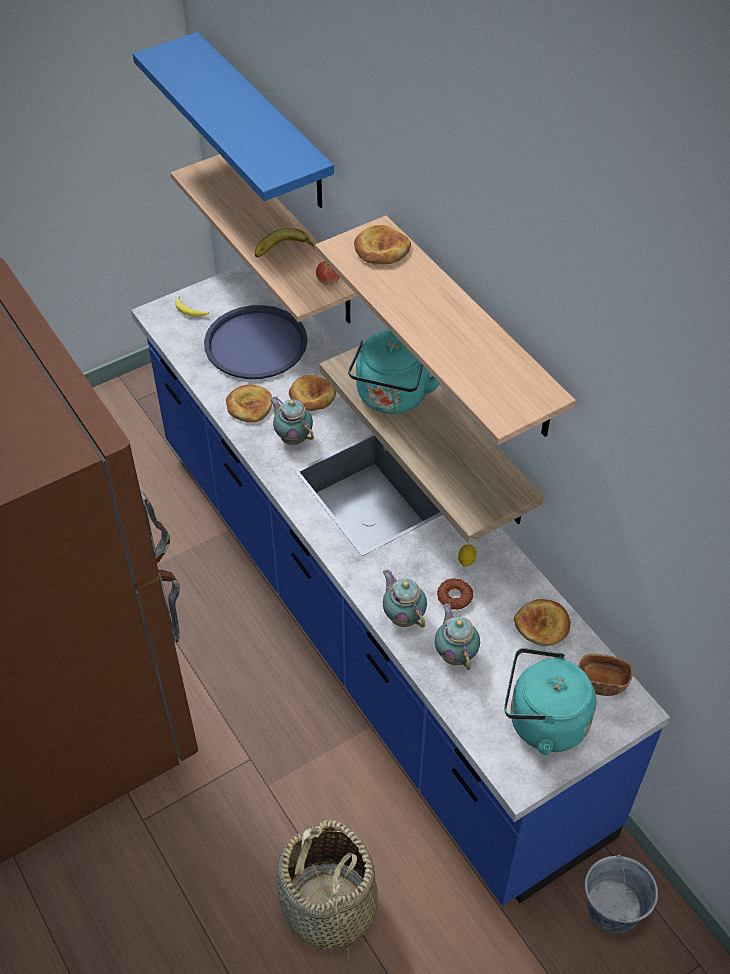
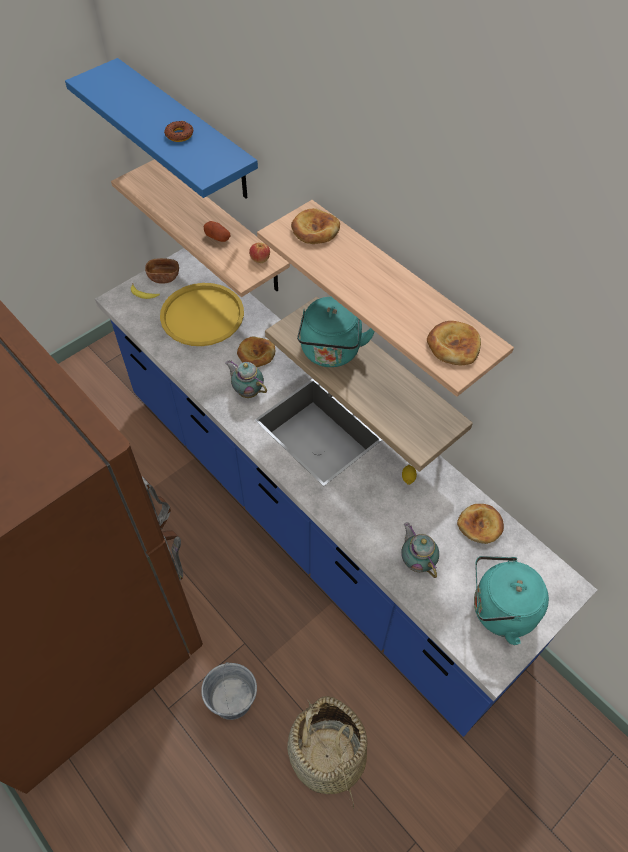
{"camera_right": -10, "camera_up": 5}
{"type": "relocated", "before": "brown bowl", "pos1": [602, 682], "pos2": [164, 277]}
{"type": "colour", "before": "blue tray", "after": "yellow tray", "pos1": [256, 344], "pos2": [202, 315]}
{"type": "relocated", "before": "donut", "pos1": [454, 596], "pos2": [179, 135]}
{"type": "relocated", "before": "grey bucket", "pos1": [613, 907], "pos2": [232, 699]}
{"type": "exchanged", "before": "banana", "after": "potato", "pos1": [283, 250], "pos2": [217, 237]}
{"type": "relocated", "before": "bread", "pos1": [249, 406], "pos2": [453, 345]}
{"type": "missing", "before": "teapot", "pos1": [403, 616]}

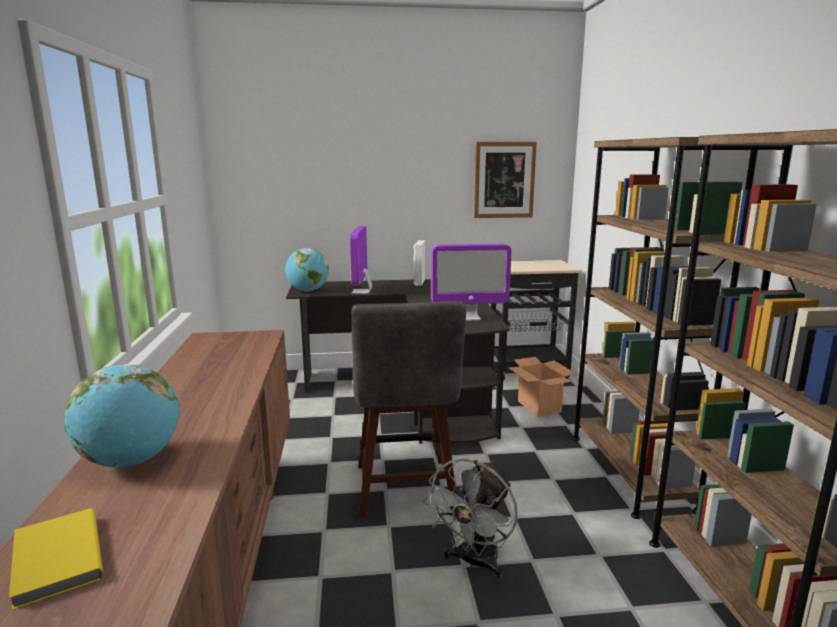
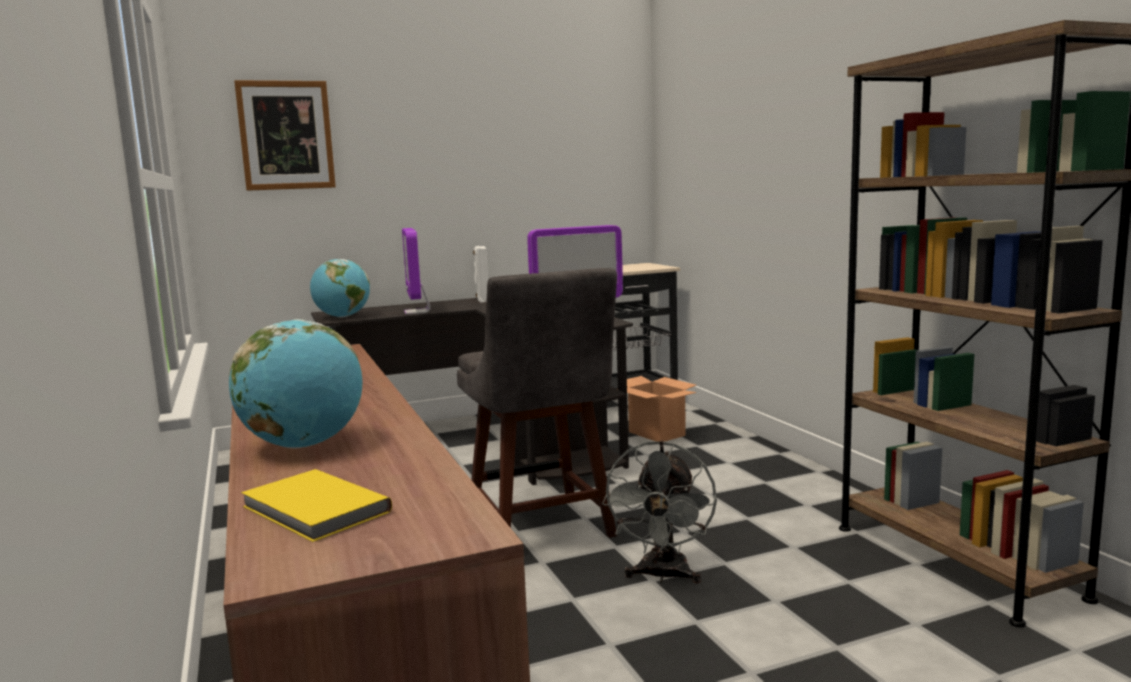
{"camera_right": -15, "camera_up": -5}
{"type": "relocated", "before": "picture", "pos1": [504, 180], "pos2": [286, 135]}
{"type": "missing", "before": "brown bookcase", "pos1": [630, 471]}

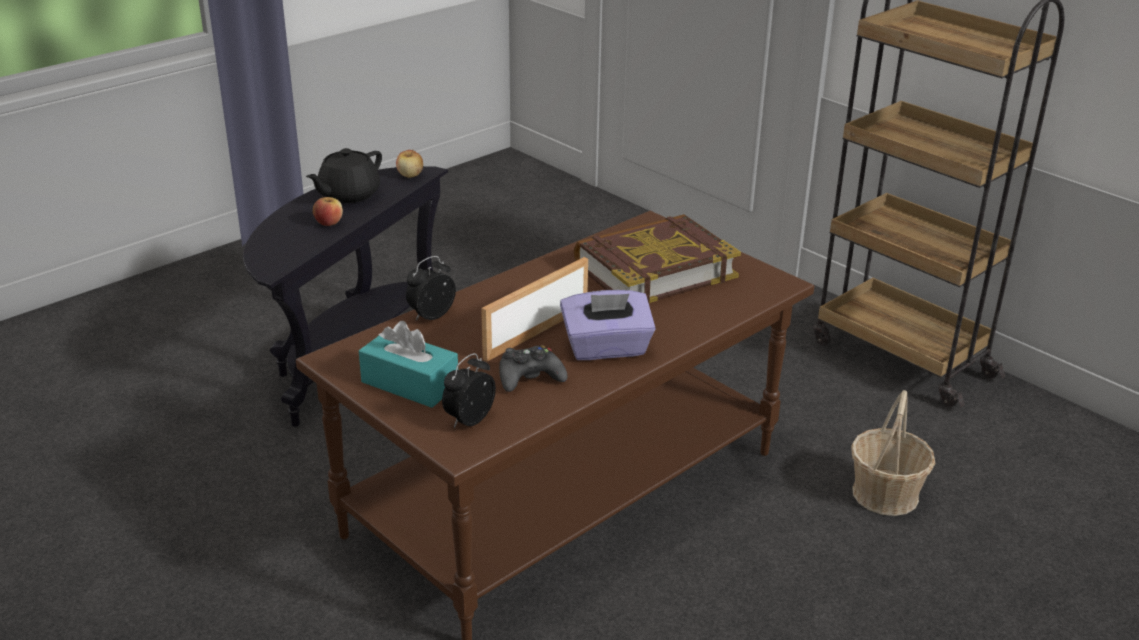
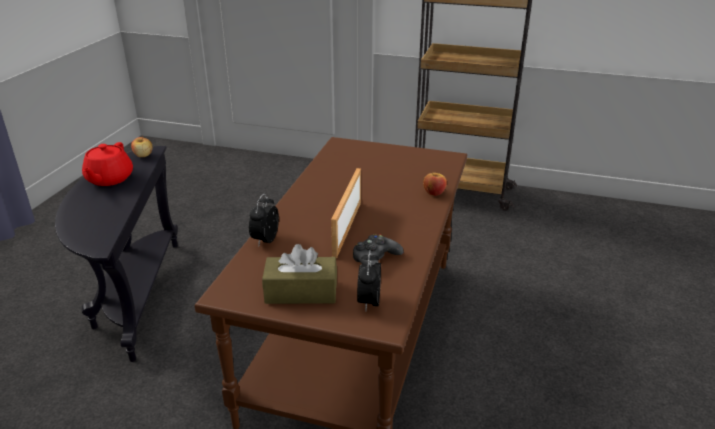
{"camera_right": -30, "camera_up": 0}
{"type": "colour", "before": "black teapot", "after": "red teapot", "pos1": [348, 195], "pos2": [109, 179]}
{"type": "colour", "before": "turquoise tissue box", "after": "brown tissue box", "pos1": [410, 384], "pos2": [301, 292]}
{"type": "relocated", "before": "apple", "pos1": [329, 223], "pos2": [434, 193]}
{"type": "missing", "before": "purple tissue box", "pos1": [606, 348]}
{"type": "missing", "before": "book", "pos1": [654, 270]}
{"type": "missing", "before": "basket", "pos1": [885, 494]}

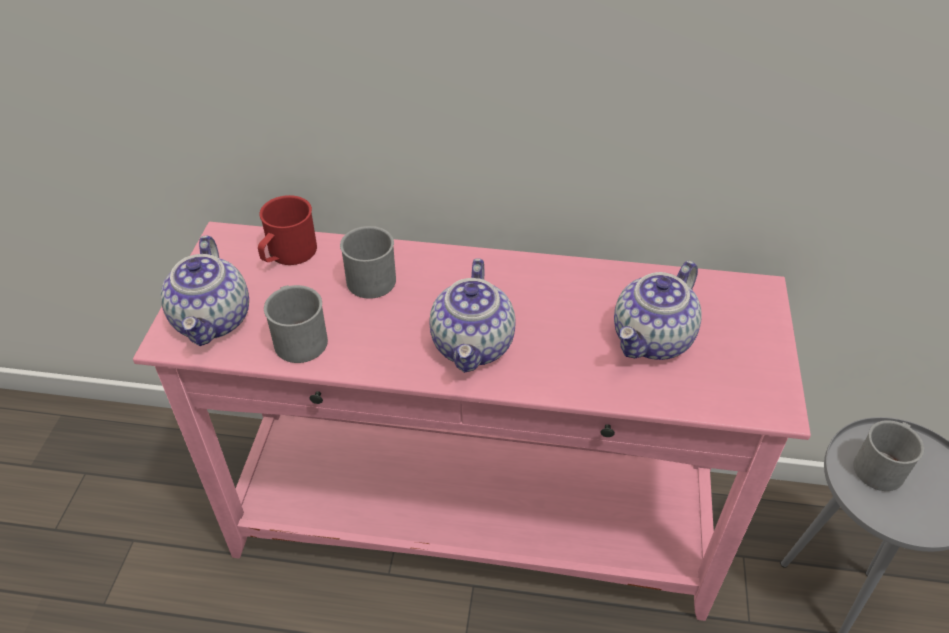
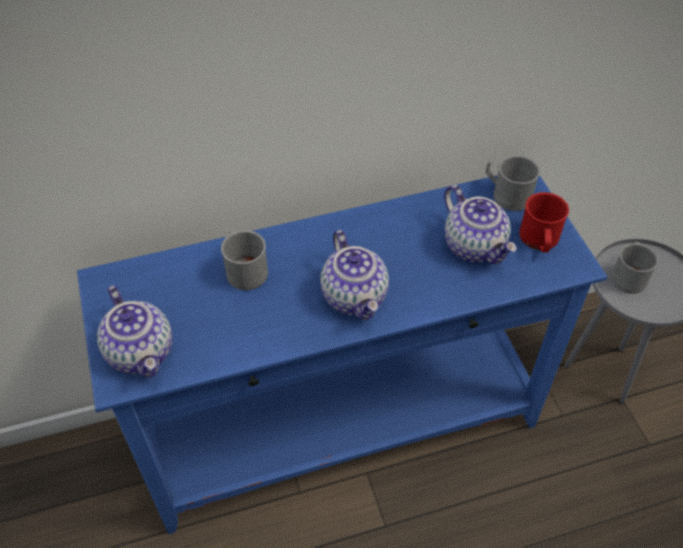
{"camera_right": -25, "camera_up": 5}
{"type": "colour", "before": "pink console table", "after": "blue console table", "pos1": [475, 519], "pos2": [342, 423]}
{"type": "spun", "before": "teapot", "pos1": [652, 340], "pos2": [475, 246], "turn": -45}
{"type": "relocated", "before": "grey mug", "pos1": [298, 337], "pos2": [506, 194]}
{"type": "relocated", "before": "red mug", "pos1": [287, 254], "pos2": [539, 241]}

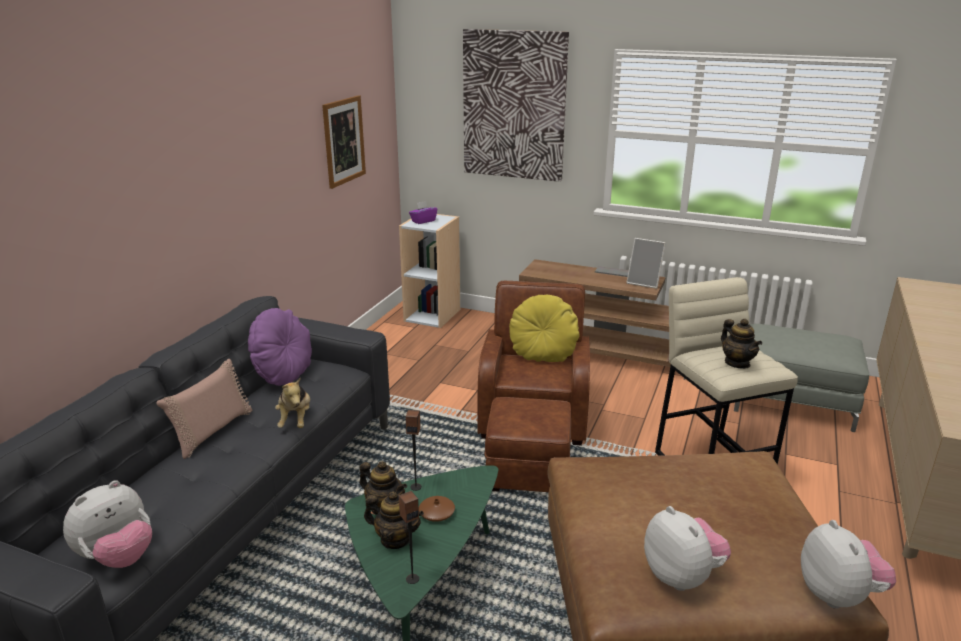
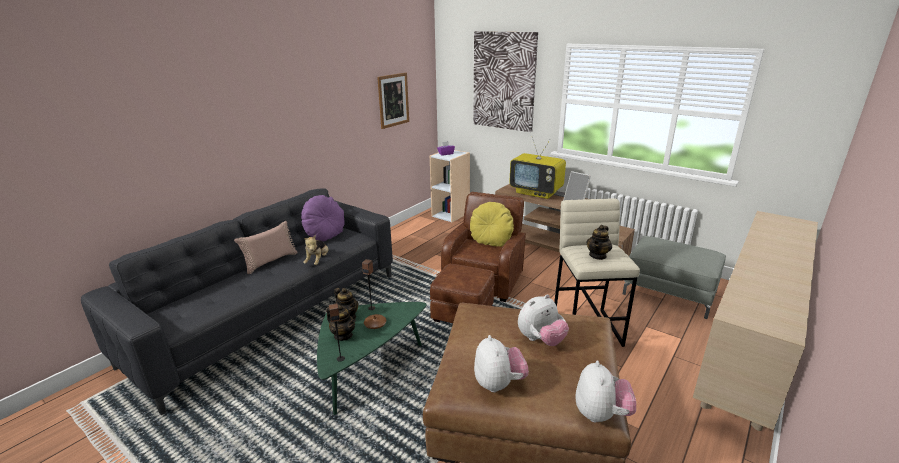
{"camera_right": 15, "camera_up": 0}
{"type": "appeared", "after": "television", "pos2": [536, 192]}
{"type": "relocated", "before": "plush toy", "pos1": [118, 557], "pos2": [541, 340]}
{"type": "spun", "before": "teapot", "pos1": [737, 363], "pos2": [598, 255], "turn": 45}

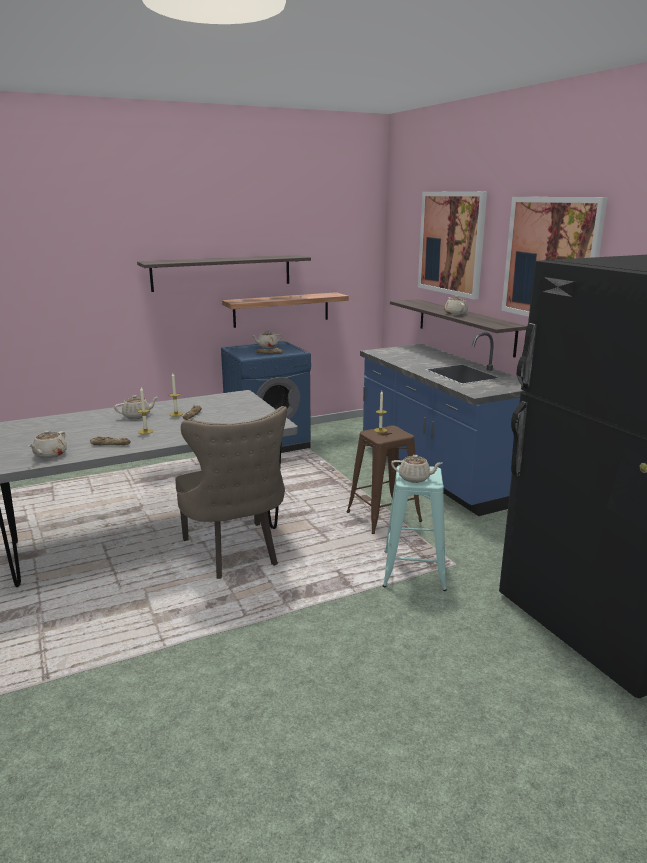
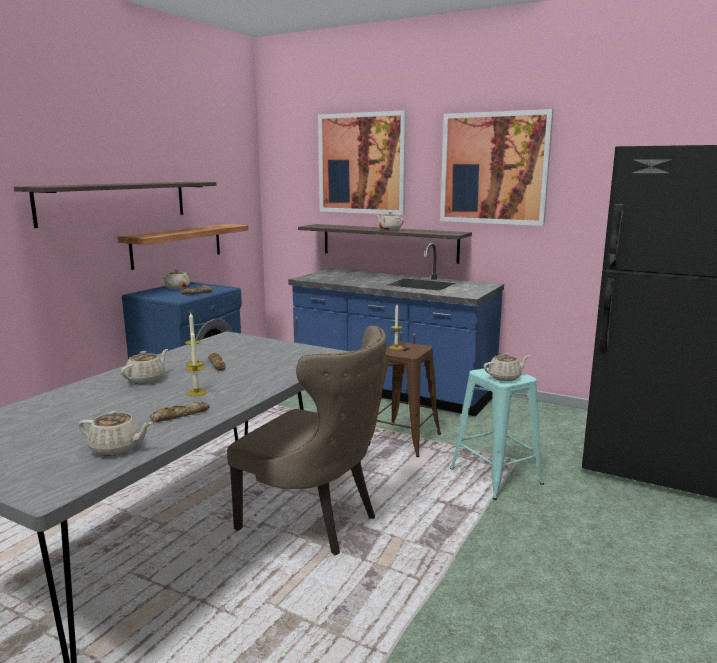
{"camera_right": -35, "camera_up": -5}
{"type": "spun", "before": "beige teapot", "pos1": [50, 455], "pos2": [117, 448], "turn": -60}

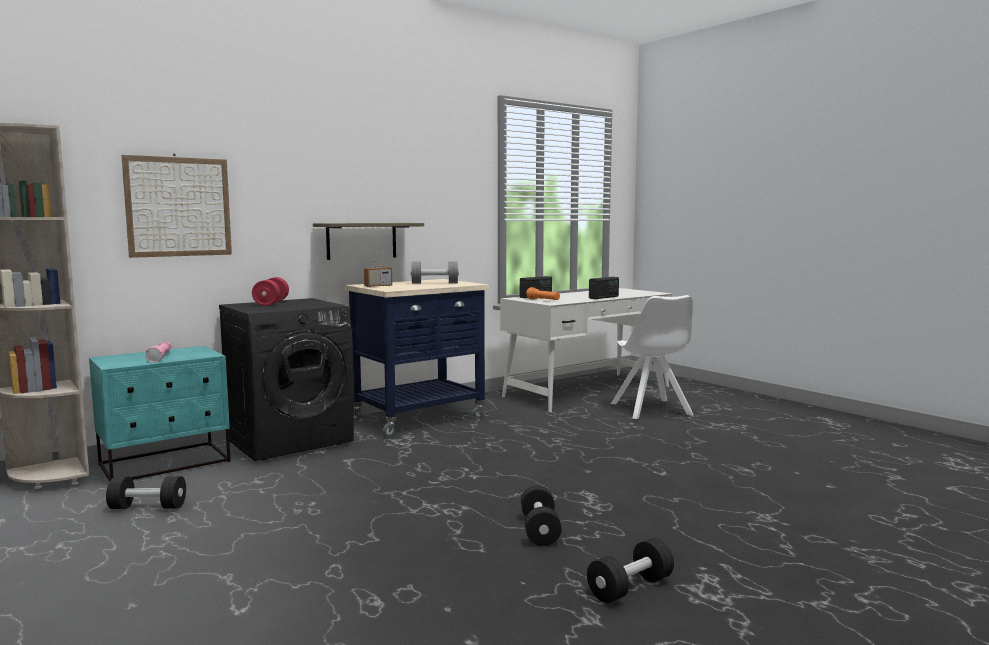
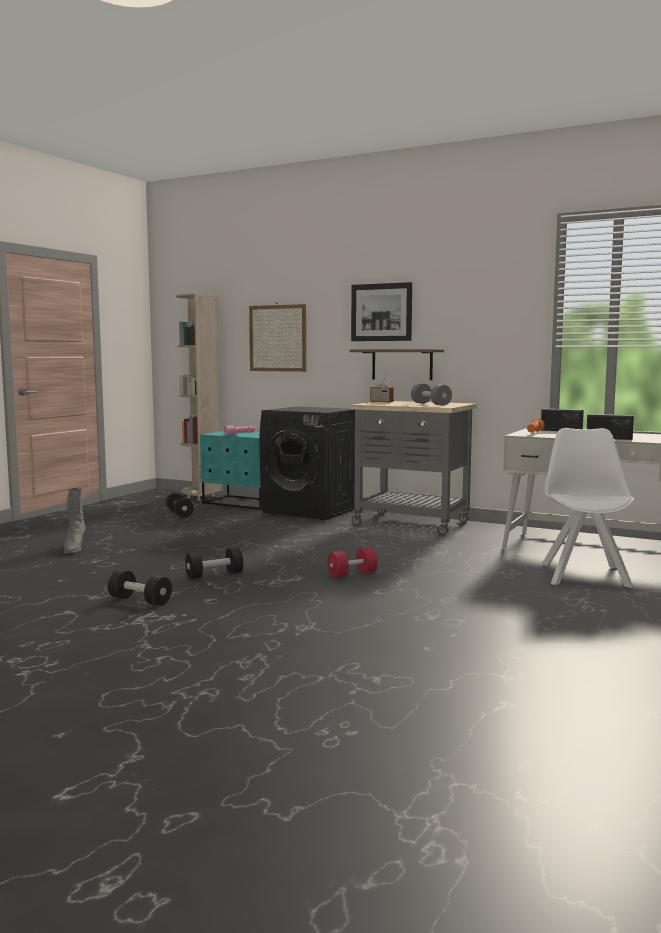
{"camera_right": 65, "camera_up": 0}
{"type": "appeared", "after": "grey boot", "pos2": [74, 548]}
{"type": "relocated", "before": "red dumbbell", "pos1": [271, 303], "pos2": [352, 574]}
{"type": "appeared", "after": "picture", "pos2": [381, 312]}
{"type": "colour", "before": "blue cart", "after": "grey cart", "pos1": [418, 418], "pos2": [412, 523]}
{"type": "spun", "before": "white chair", "pos1": [651, 410], "pos2": [585, 575], "turn": 135}

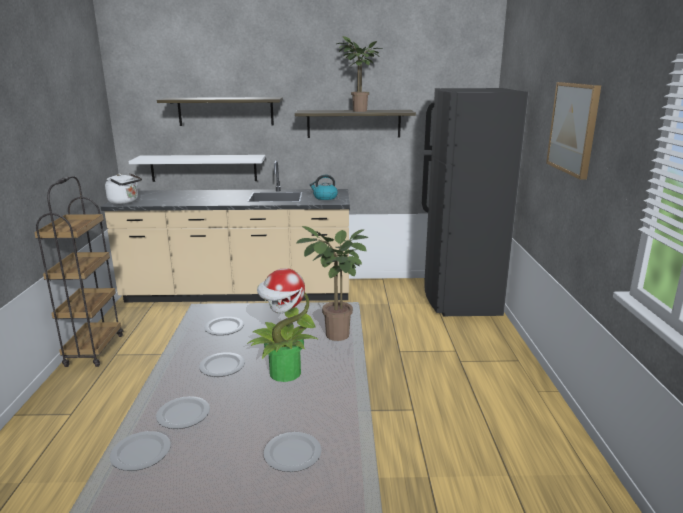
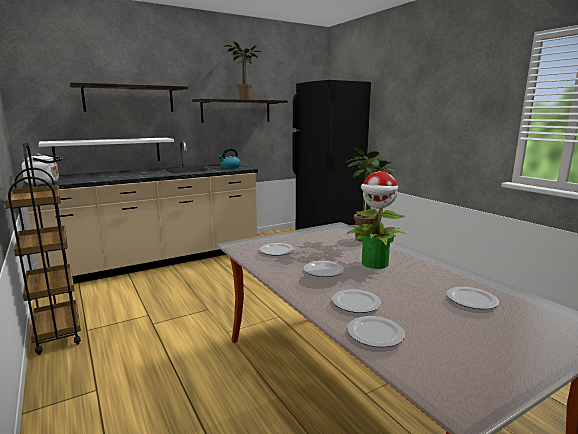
{"camera_right": -30, "camera_up": -5}
{"type": "missing", "before": "picture", "pos1": [574, 128]}

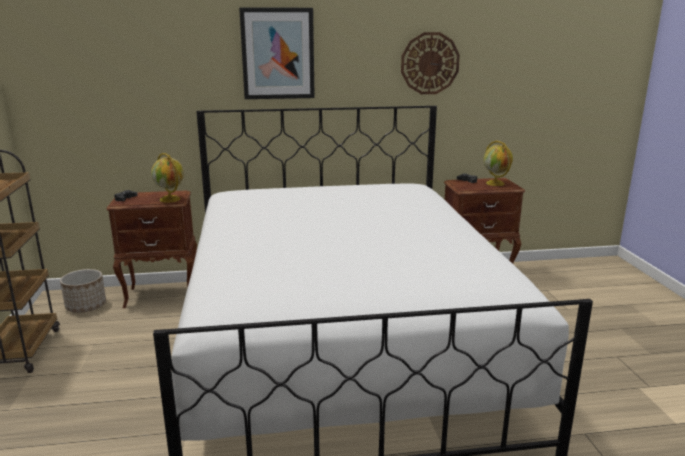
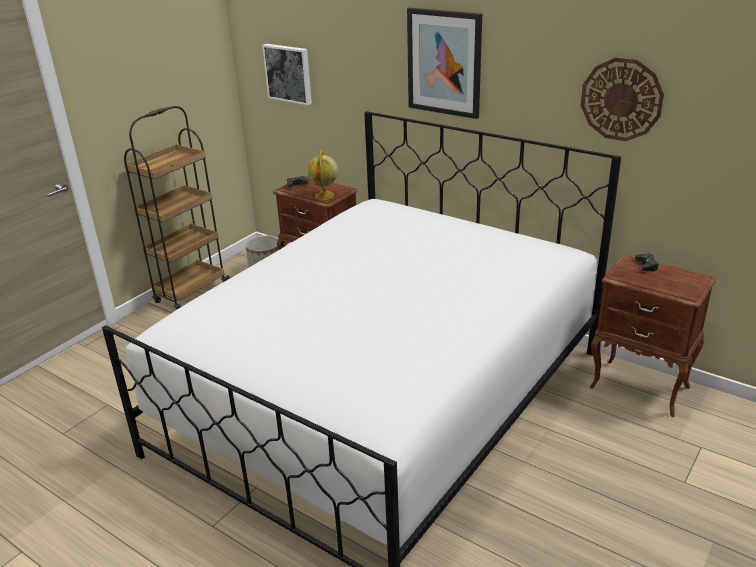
{"camera_right": 45, "camera_up": 10}
{"type": "appeared", "after": "picture", "pos2": [289, 73]}
{"type": "missing", "before": "globe", "pos1": [495, 183]}

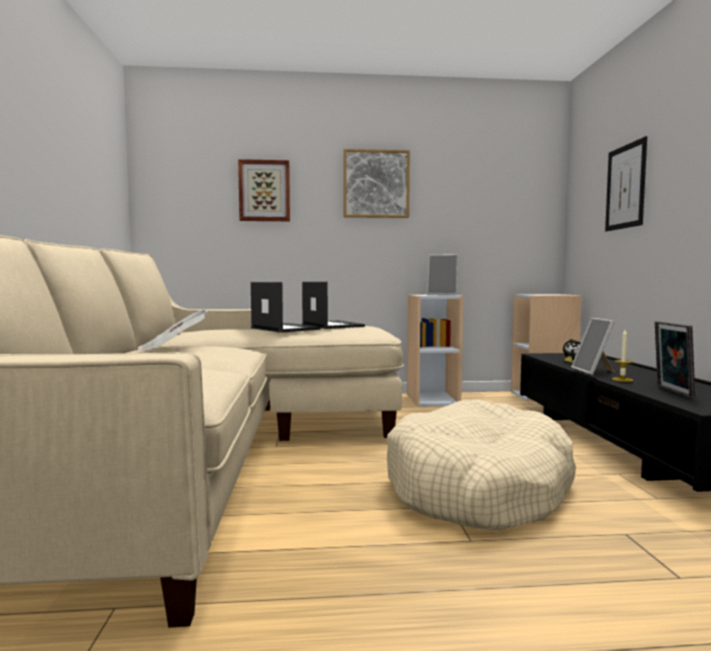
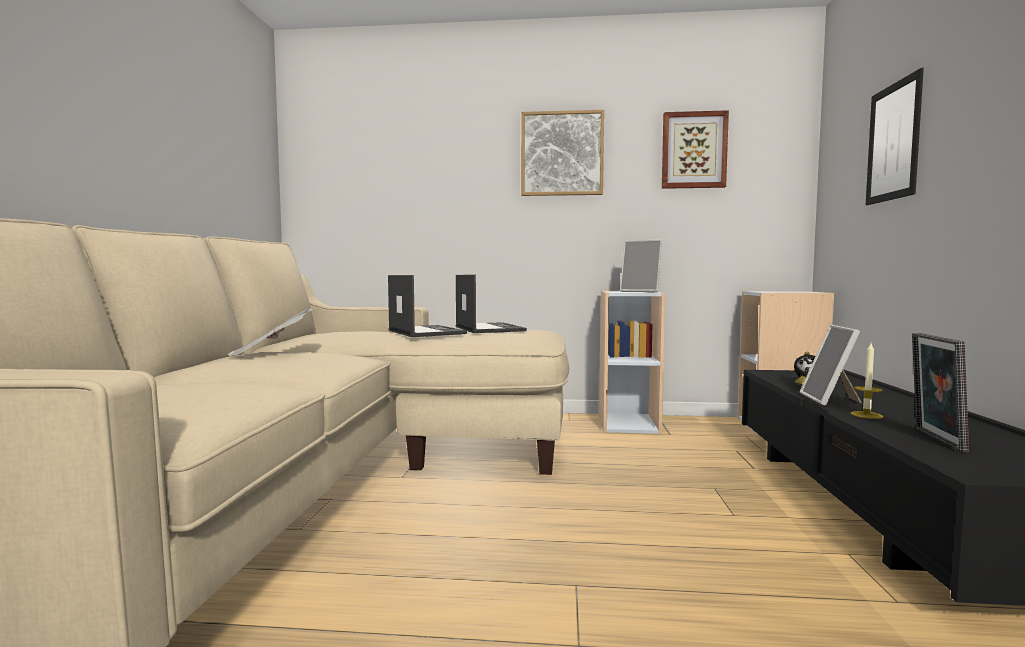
{"camera_right": 10, "camera_up": 0}
{"type": "relocated", "before": "picture", "pos1": [264, 191], "pos2": [693, 150]}
{"type": "missing", "before": "beige dog bed", "pos1": [478, 487]}

